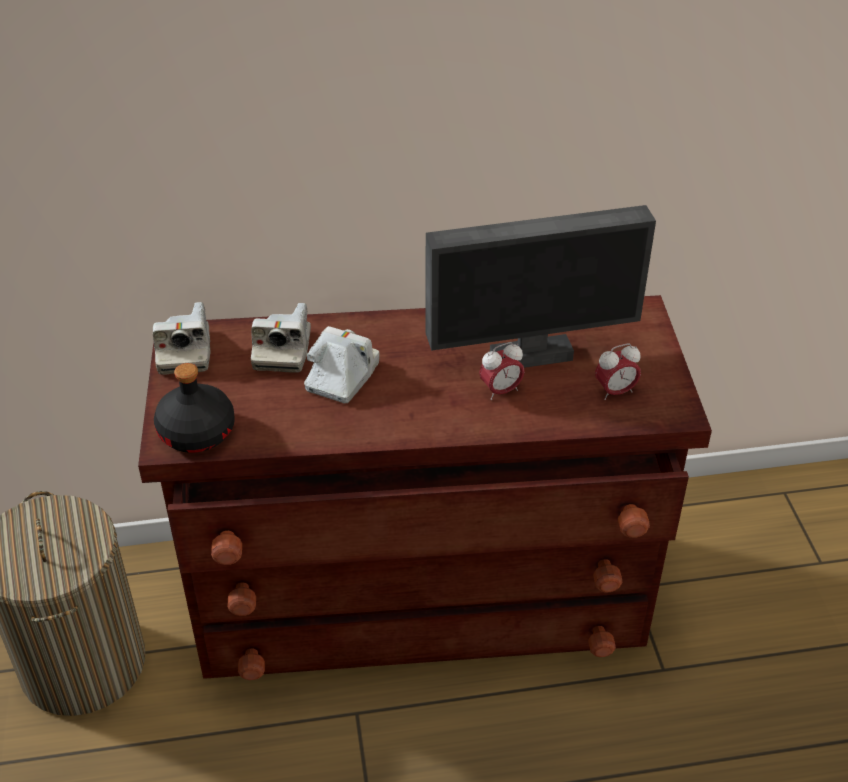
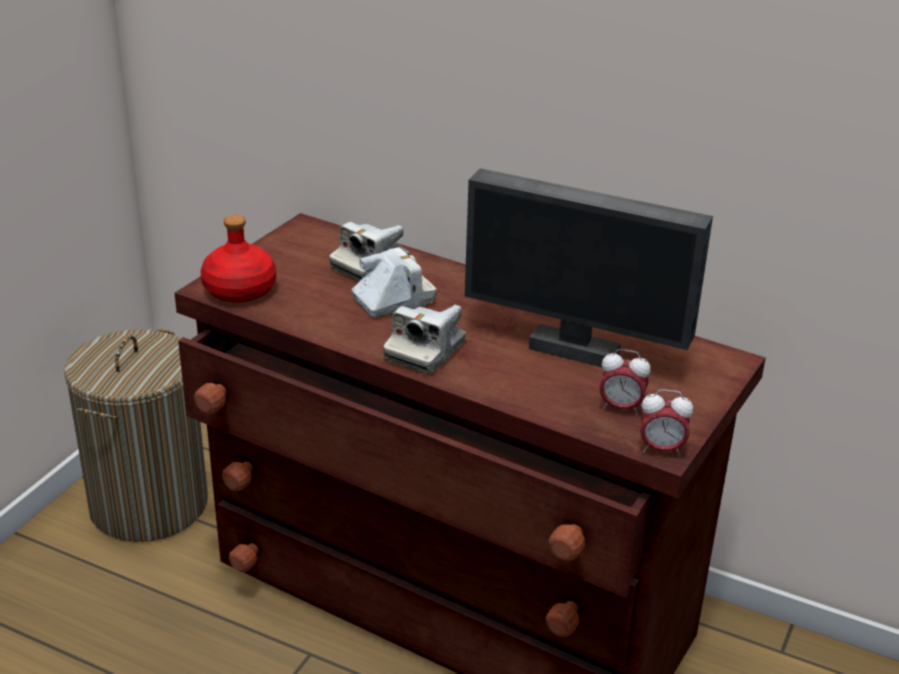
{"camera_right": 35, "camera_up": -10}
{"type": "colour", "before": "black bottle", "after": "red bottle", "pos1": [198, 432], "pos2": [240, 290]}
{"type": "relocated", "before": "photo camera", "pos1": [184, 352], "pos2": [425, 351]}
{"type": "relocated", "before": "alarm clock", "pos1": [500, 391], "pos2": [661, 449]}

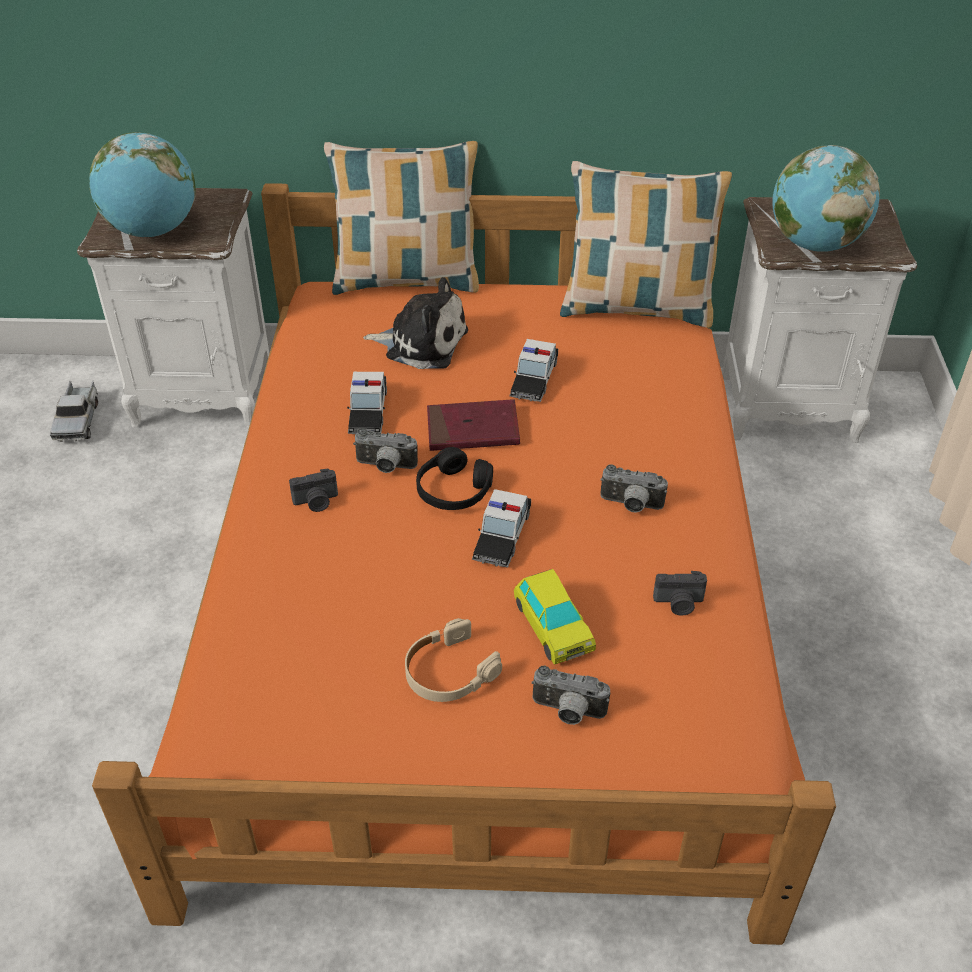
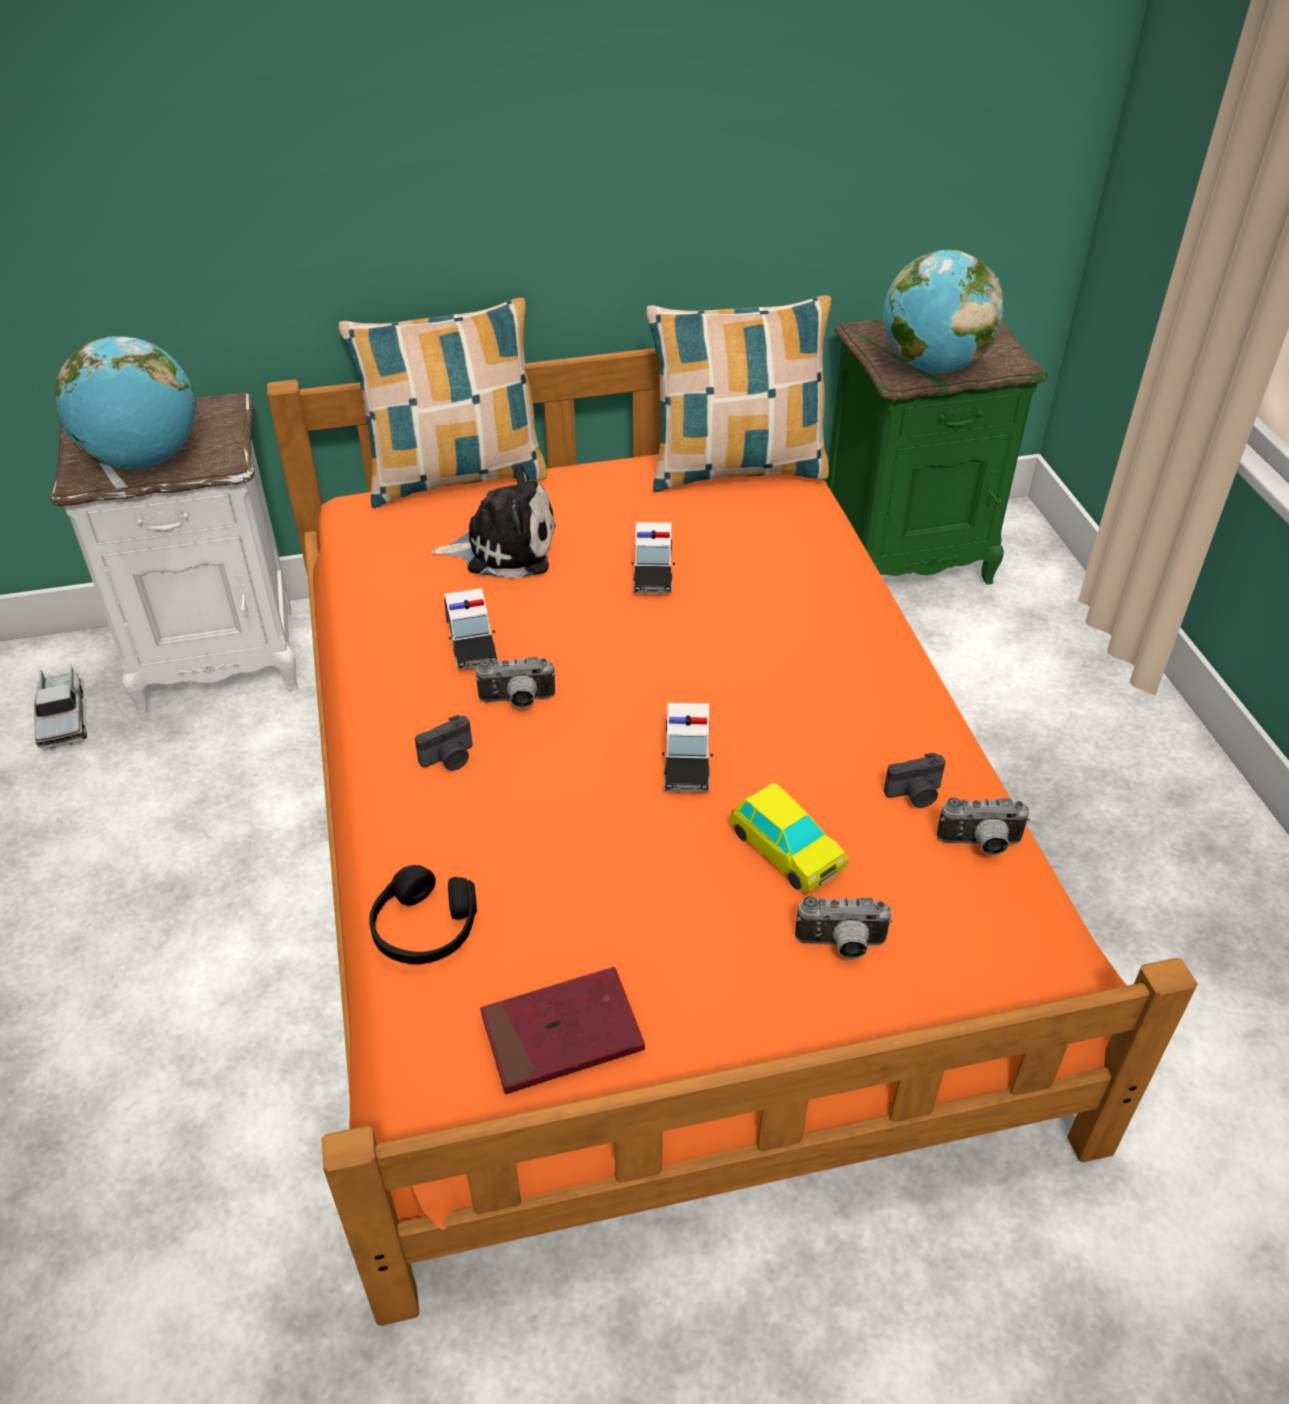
{"camera_right": -15, "camera_up": 0}
{"type": "relocated", "before": "black headphones", "pos1": [453, 490], "pos2": [424, 928]}
{"type": "relocated", "before": "red book", "pos1": [473, 430], "pos2": [562, 1034]}
{"type": "colour", "before": "white nightstand", "after": "green nightstand", "pos1": [789, 409], "pos2": [907, 559]}
{"type": "relocated", "before": "photo camera", "pos1": [630, 505], "pos2": [980, 845]}
{"type": "missing", "before": "beige headphones", "pos1": [448, 671]}

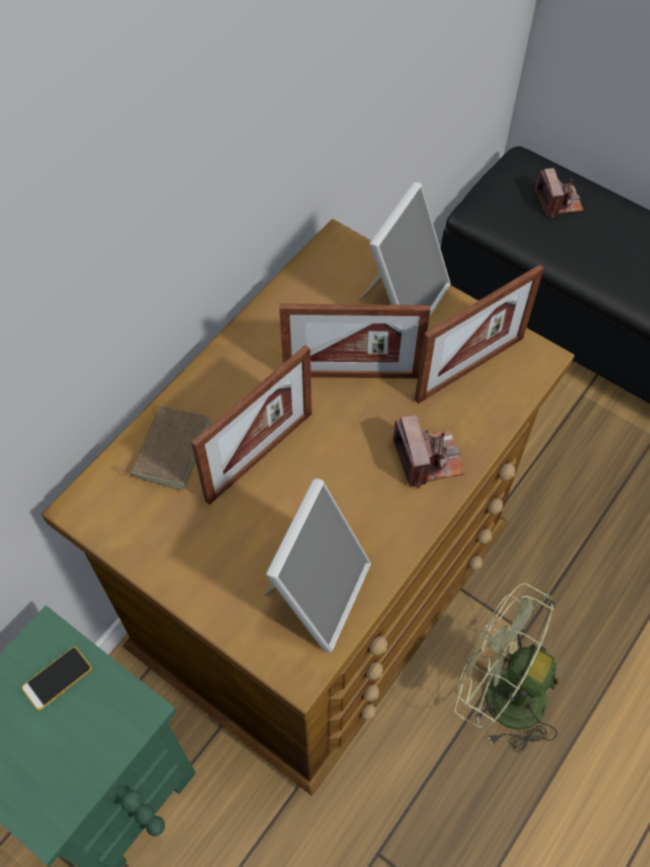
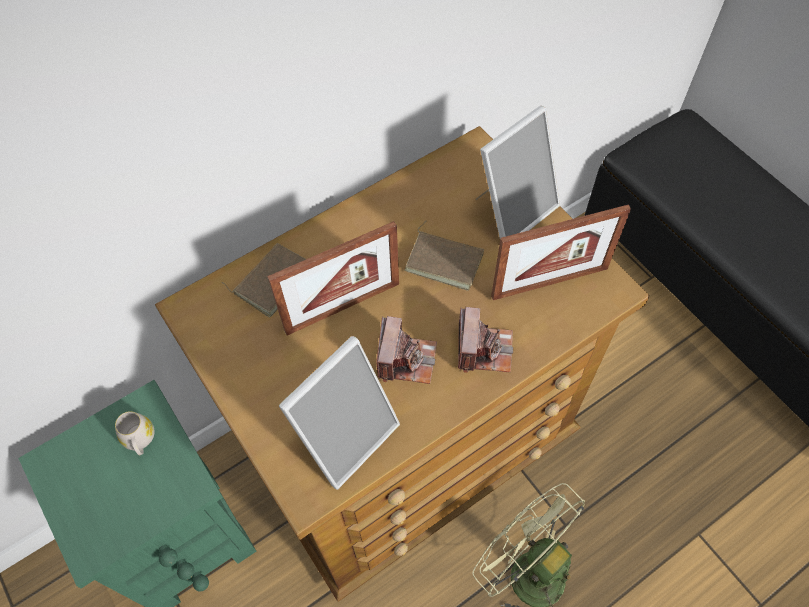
{"camera_right": 20, "camera_up": 0}
{"type": "exchanged", "before": "phone", "after": "white mug", "pos1": [57, 678], "pos2": [140, 440]}
{"type": "relocated", "before": "photo camera", "pos1": [558, 201], "pos2": [406, 359]}
{"type": "exchanged", "before": "picture frame", "after": "brown book", "pos1": [351, 375], "pos2": [445, 260]}

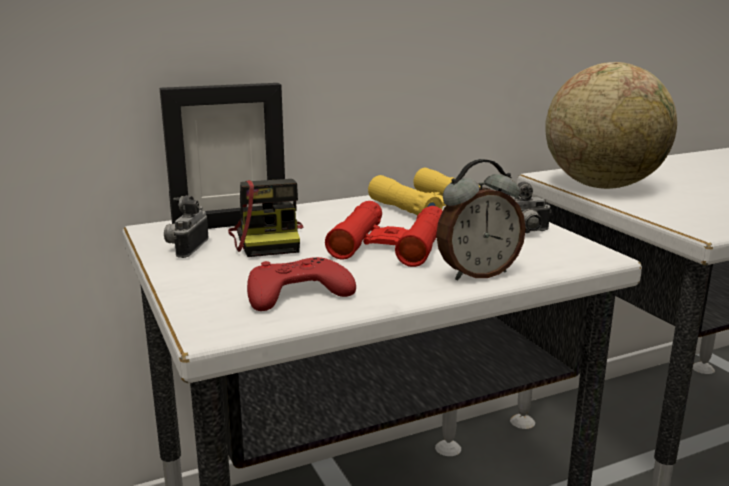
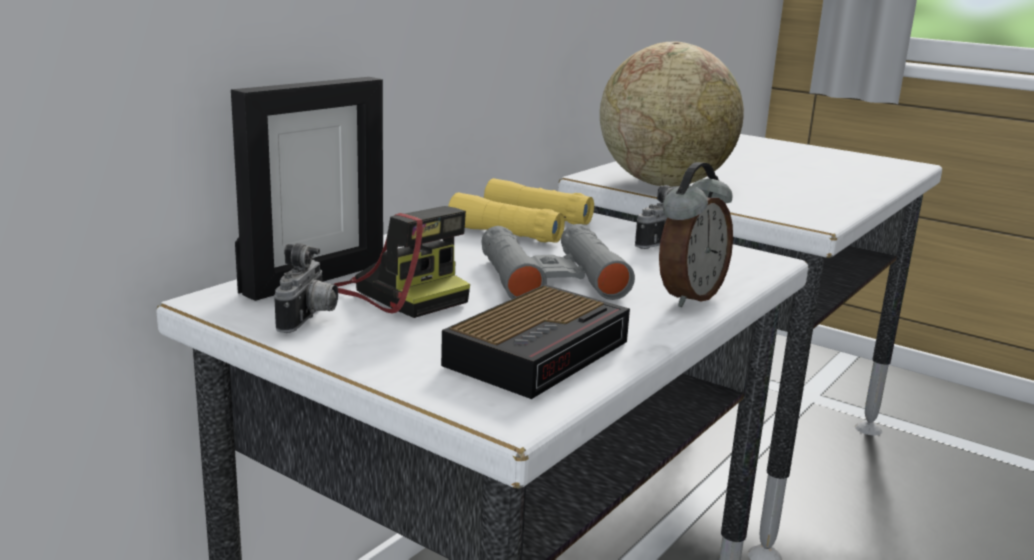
{"camera_right": -30, "camera_up": 0}
{"type": "spun", "before": "photo camera", "pos1": [186, 248], "pos2": [309, 319], "turn": -150}
{"type": "exchanged", "before": "red game controller", "after": "alarm clock", "pos1": [297, 293], "pos2": [540, 352]}
{"type": "colour", "before": "red binoculars", "after": "grey binoculars", "pos1": [389, 245], "pos2": [551, 278]}

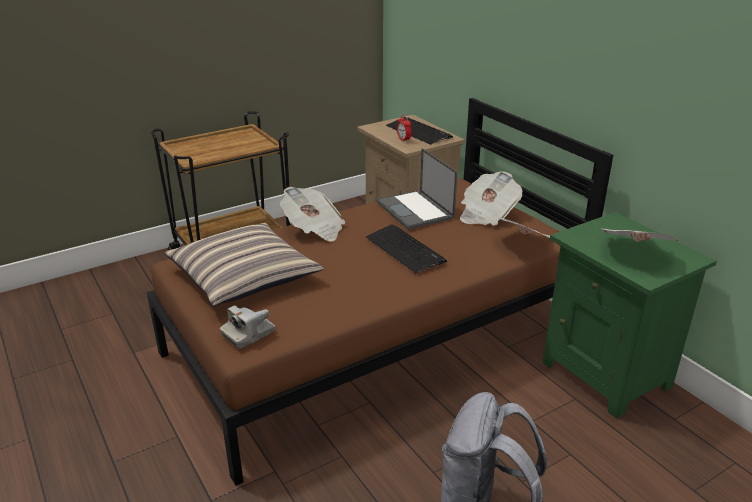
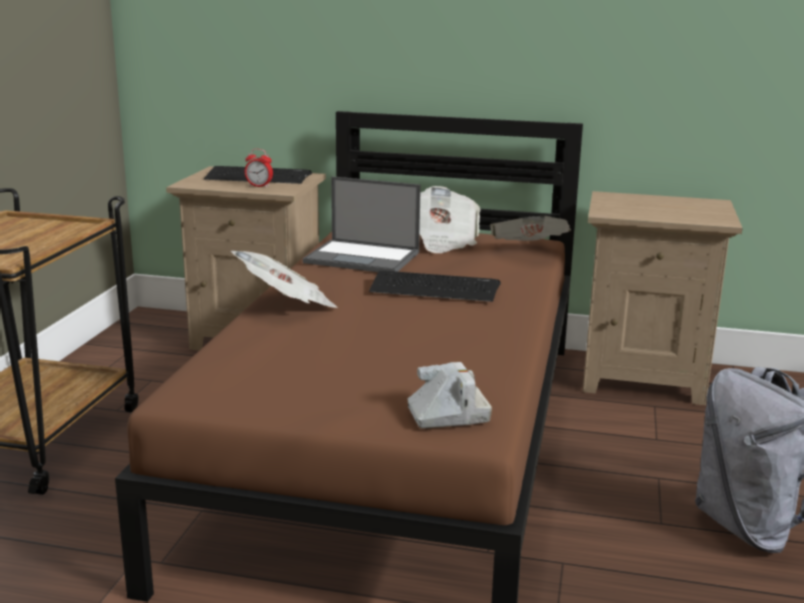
{"camera_right": -45, "camera_up": -10}
{"type": "spun", "before": "photo camera", "pos1": [248, 334], "pos2": [448, 415], "turn": -105}
{"type": "colour", "before": "green nightstand", "after": "beige nightstand", "pos1": [604, 376], "pos2": [644, 380]}
{"type": "missing", "before": "pillow", "pos1": [244, 276]}
{"type": "missing", "before": "newspaper", "pos1": [634, 252]}

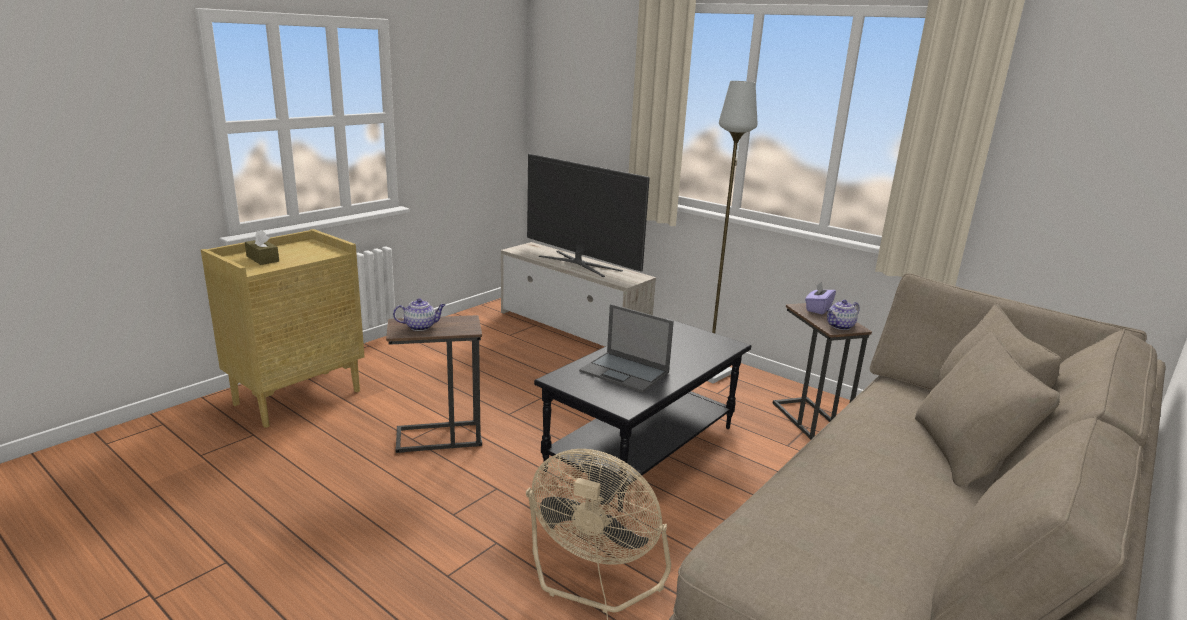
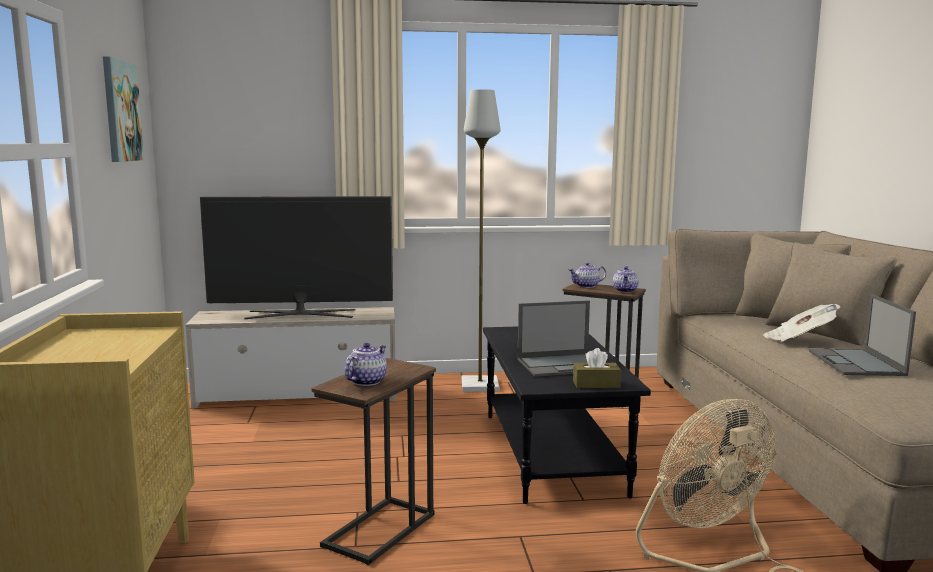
{"camera_right": -45, "camera_up": -10}
{"type": "appeared", "after": "picture", "pos2": [121, 111]}
{"type": "exchanged", "before": "purple tissue box", "after": "teapot", "pos1": [818, 309], "pos2": [586, 286]}
{"type": "relocated", "before": "brown tissue box", "pos1": [262, 259], "pos2": [596, 384]}
{"type": "appeared", "after": "newspaper", "pos2": [799, 340]}
{"type": "appeared", "after": "laptop", "pos2": [857, 363]}

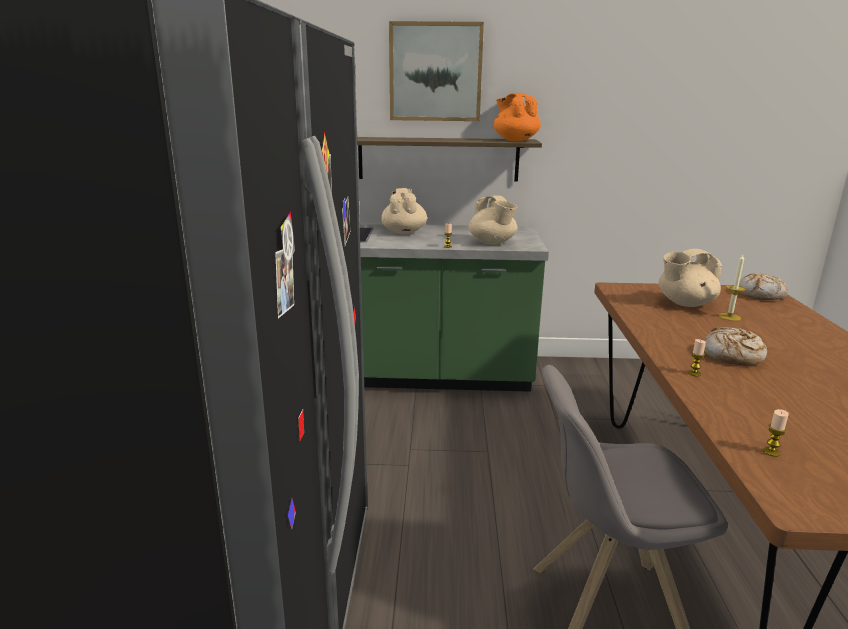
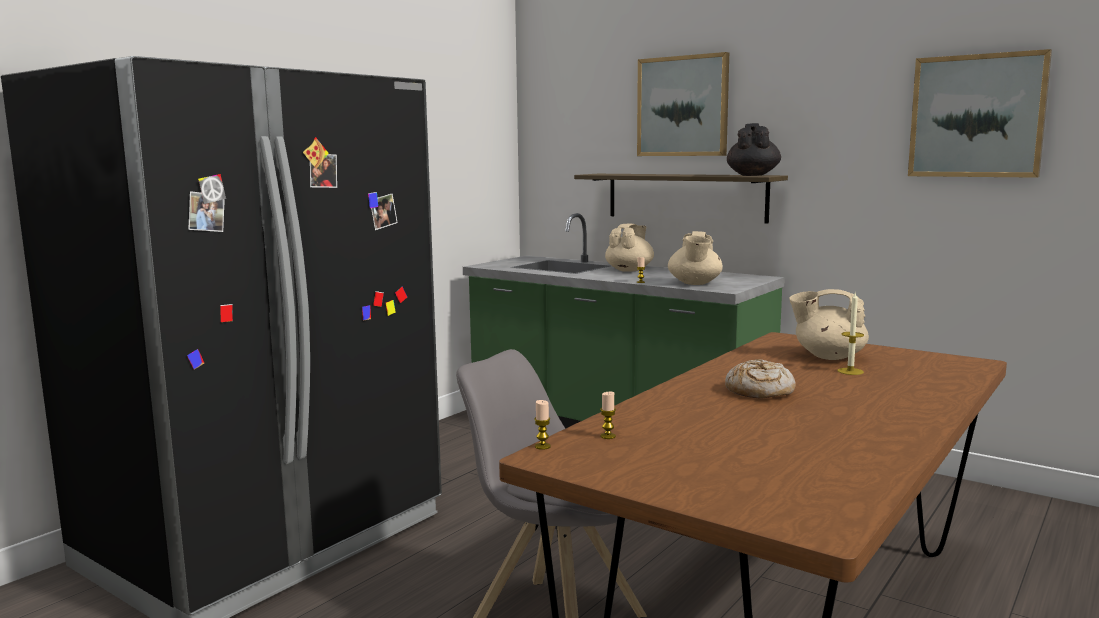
{"camera_right": 35, "camera_up": -10}
{"type": "relocated", "before": "candle", "pos1": [694, 373], "pos2": [542, 446]}
{"type": "colour", "before": "orange teapot", "after": "black teapot", "pos1": [515, 140], "pos2": [752, 175]}
{"type": "appeared", "after": "picture", "pos2": [977, 116]}
{"type": "missing", "before": "bread", "pos1": [760, 294]}

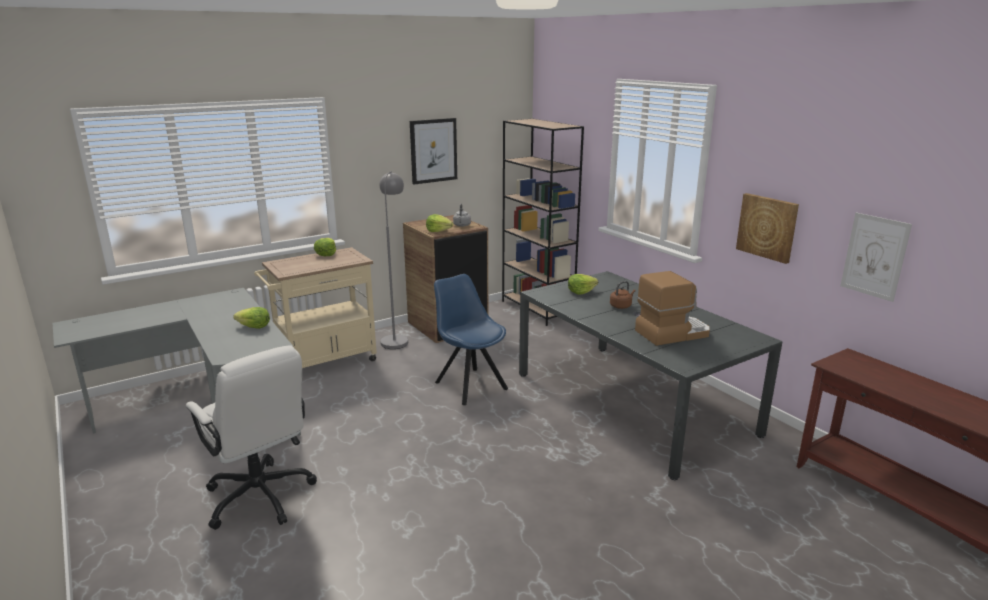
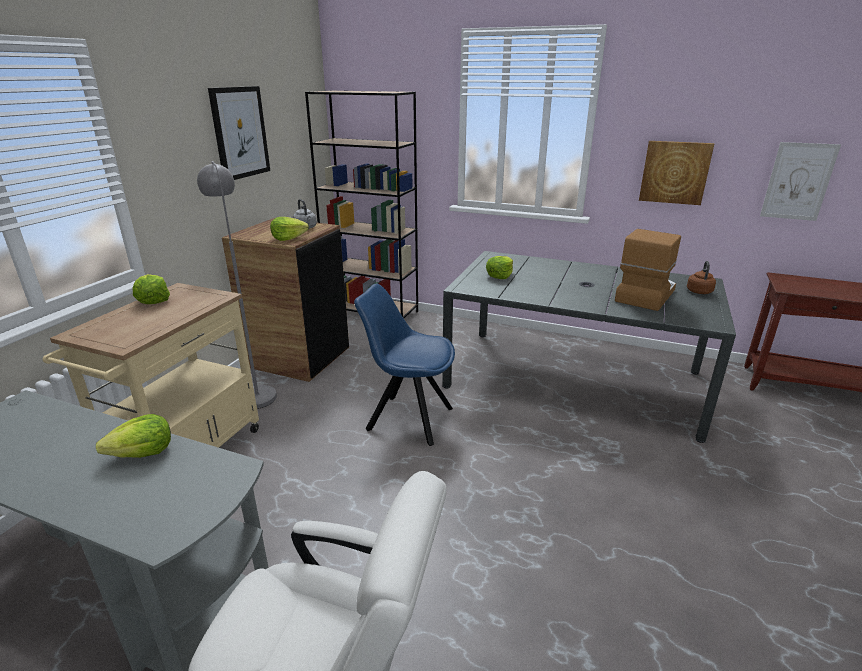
{"camera_right": -35, "camera_up": 5}
{"type": "relocated", "before": "brown kettle", "pos1": [621, 306], "pos2": [699, 291]}

